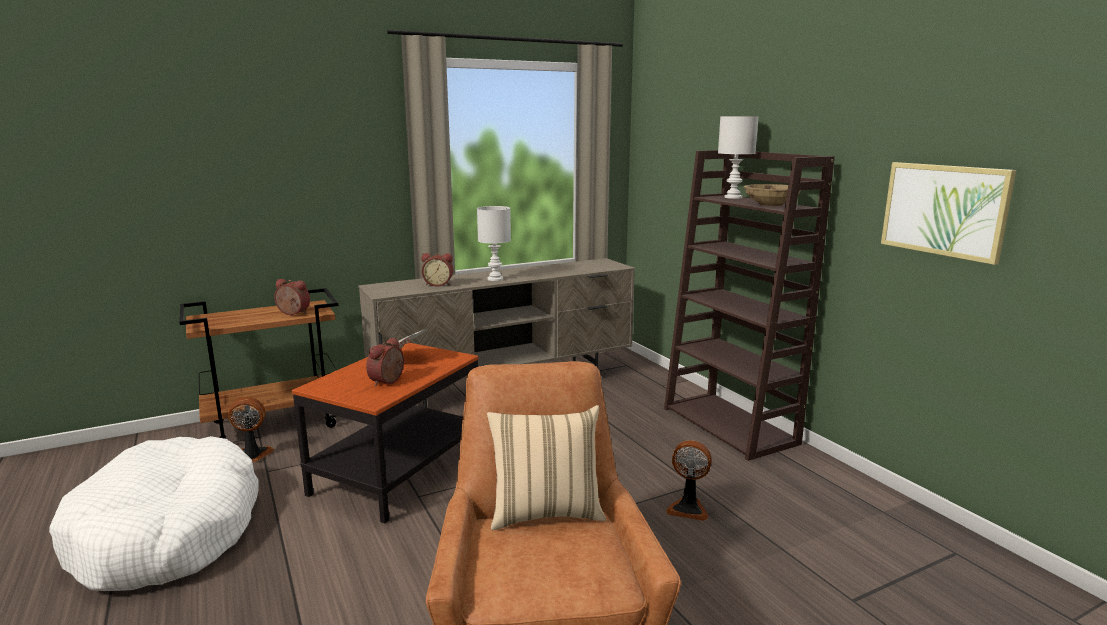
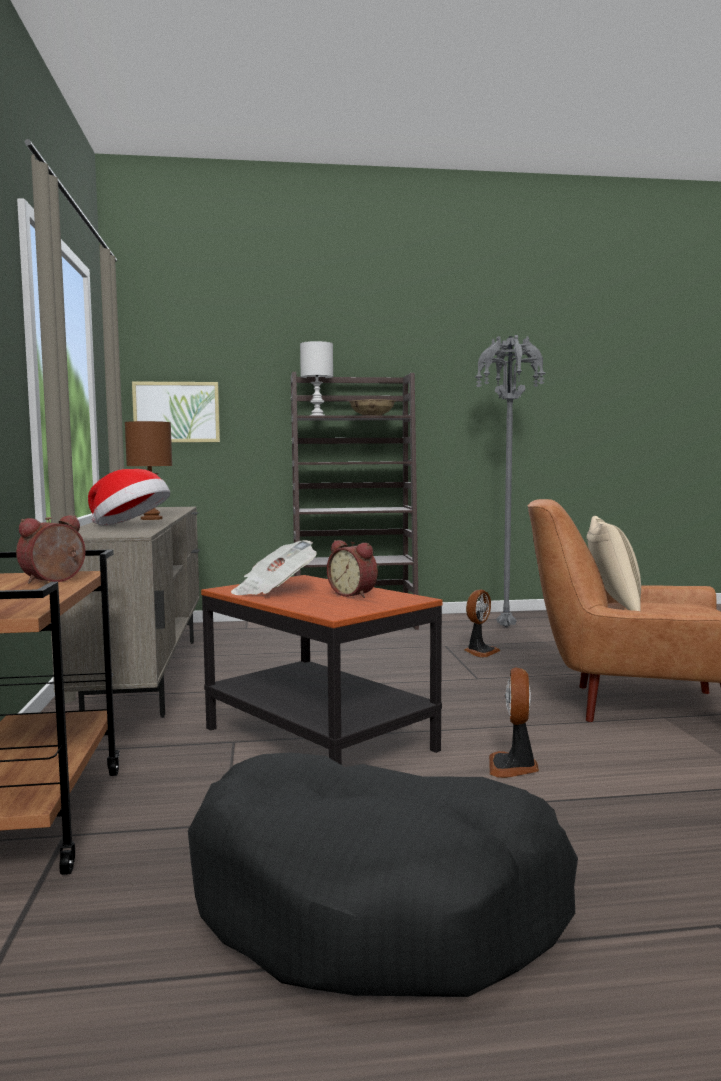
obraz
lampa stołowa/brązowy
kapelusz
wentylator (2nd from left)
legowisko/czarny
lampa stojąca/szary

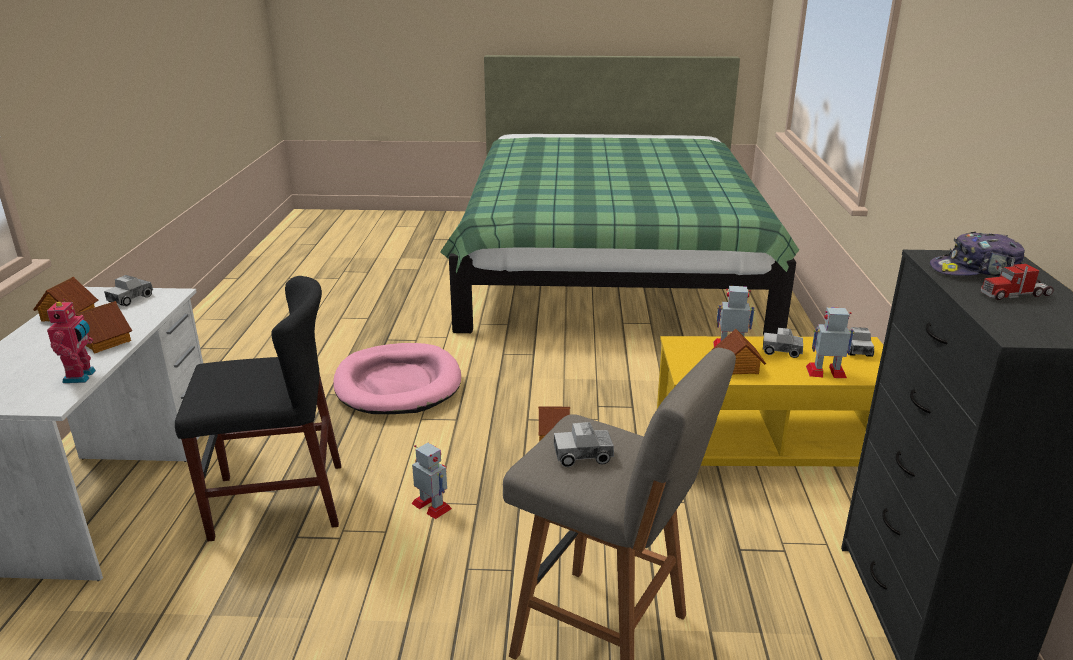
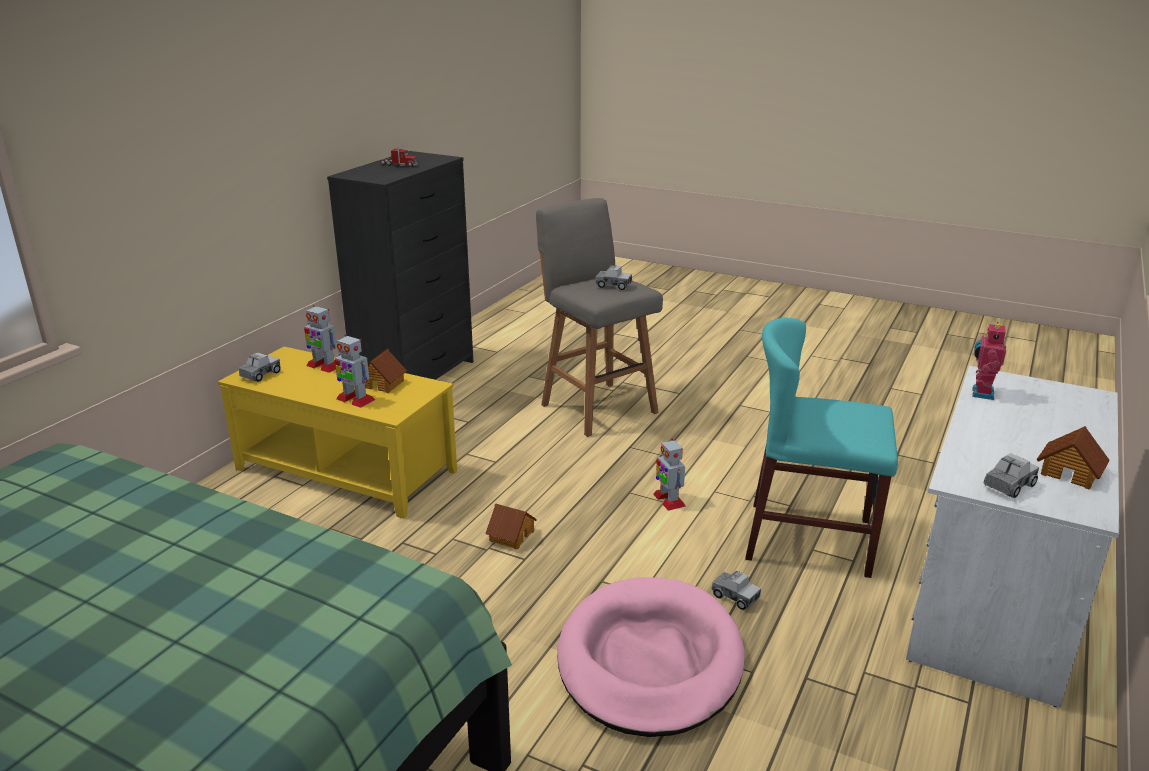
czapka z daszkiem
krzesło/turkusowy
domek (2nd from left in the first image)
ciężarówka zabawkowa (4th from left)

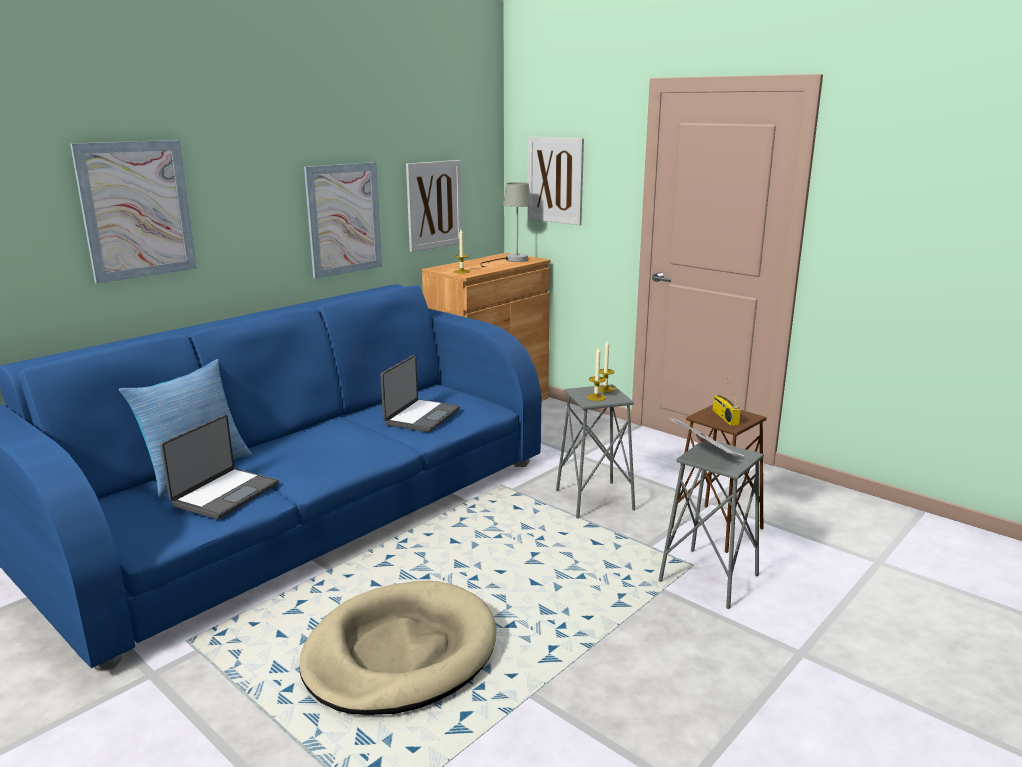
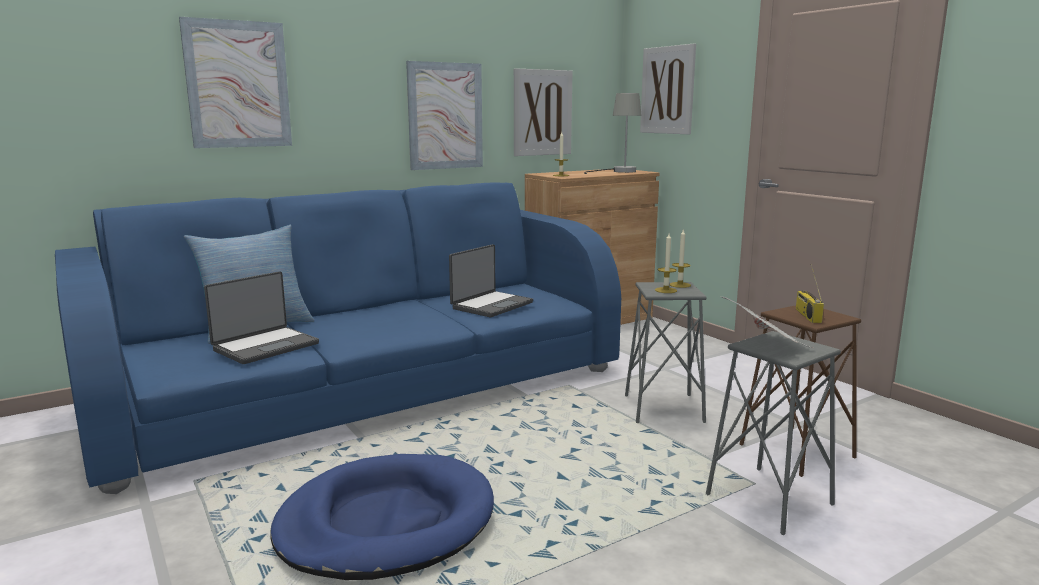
legowisko/niebieski

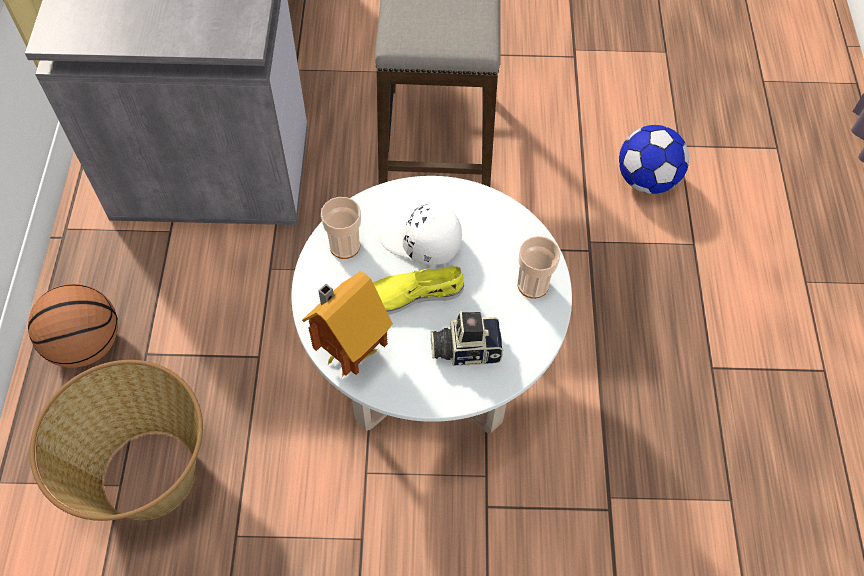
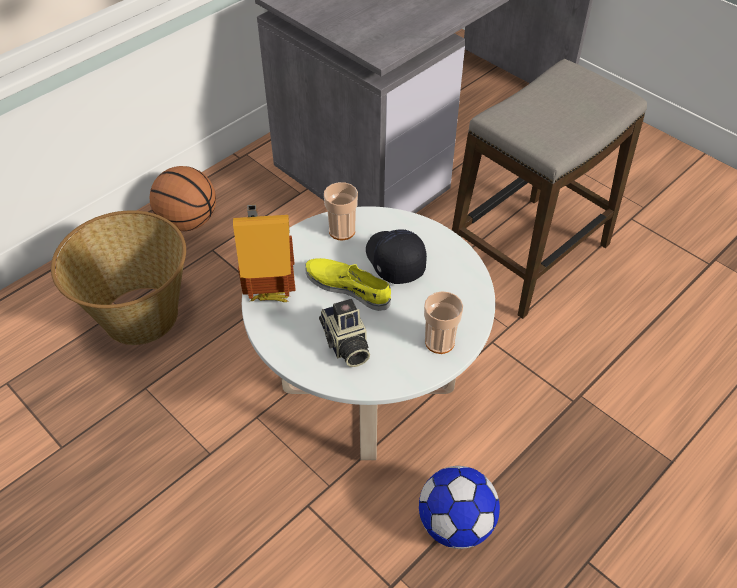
piłka futbolowa
czapka z daszkiem/czarny
aparat fotograficzny

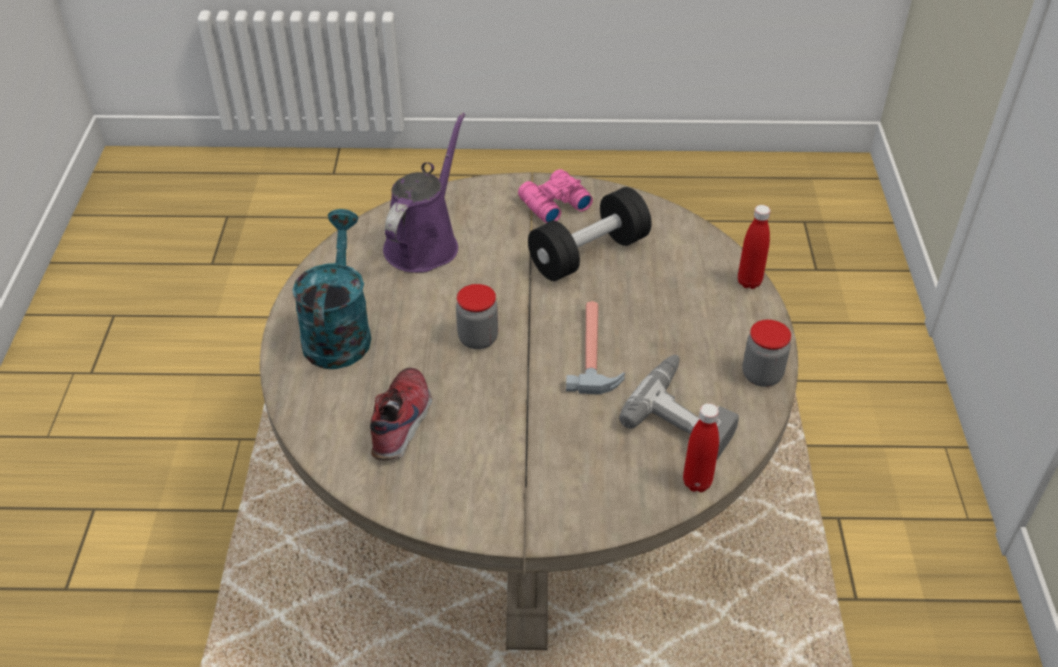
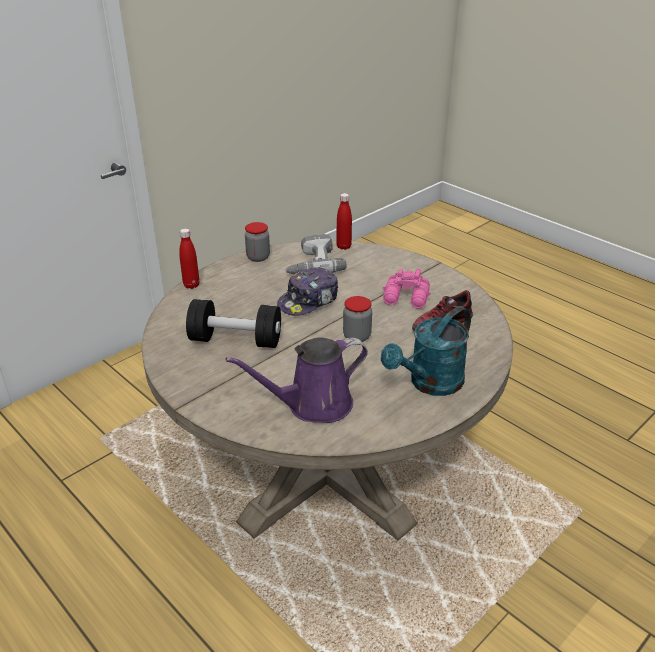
lornetka/różowy
czapka z daszkiem

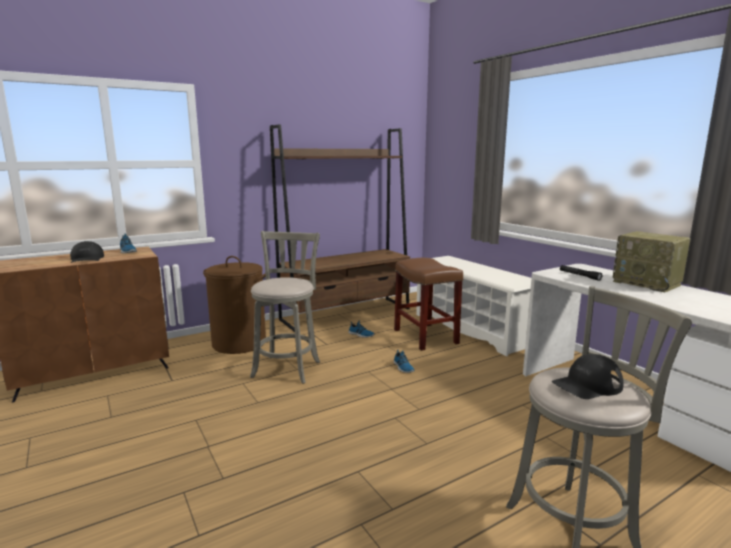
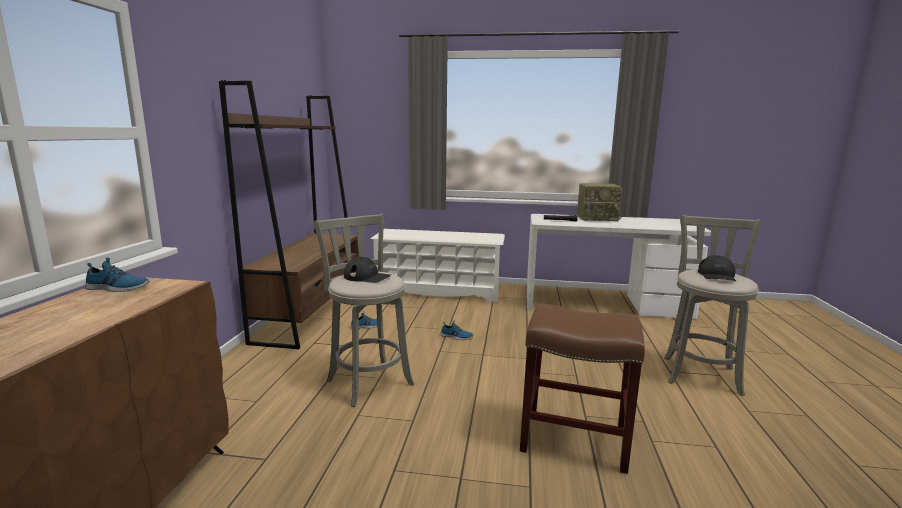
czapka z daszkiem/czarny (1st from left)
kosz na pranie/brązowy
stołek/brązowy

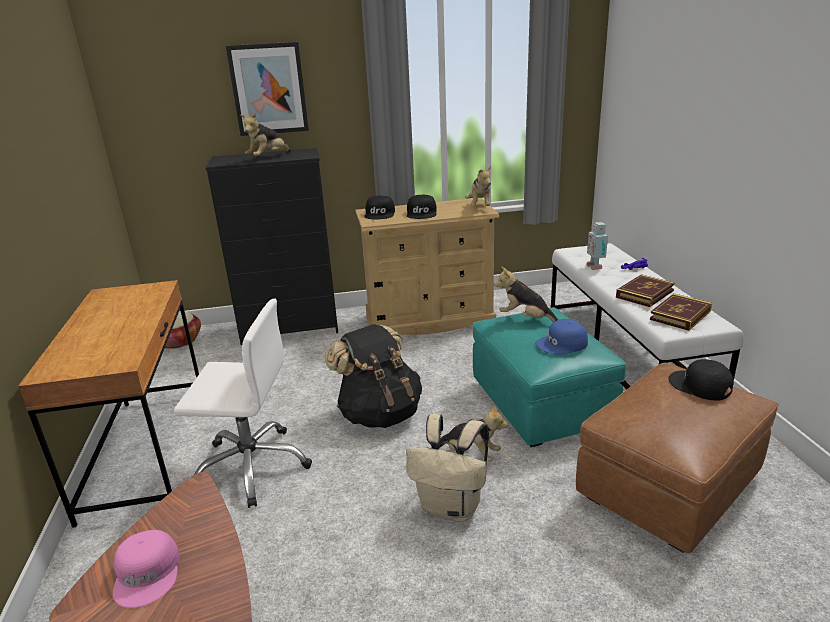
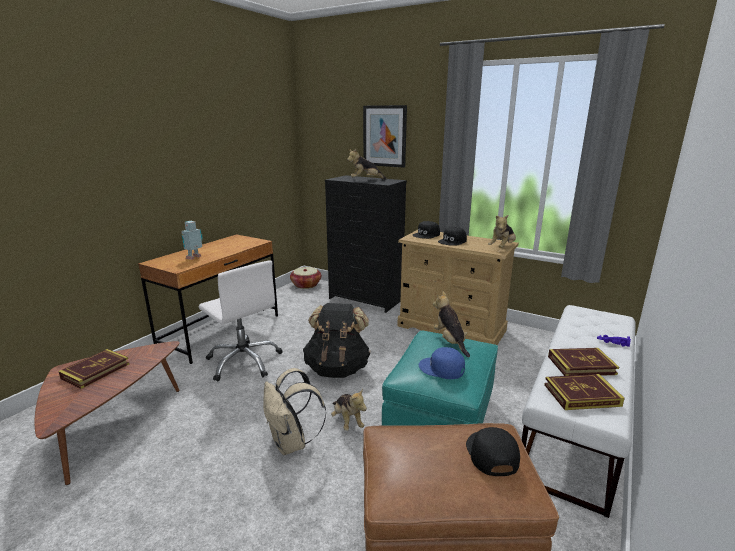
robot zabawkowy
książka (1st from left)

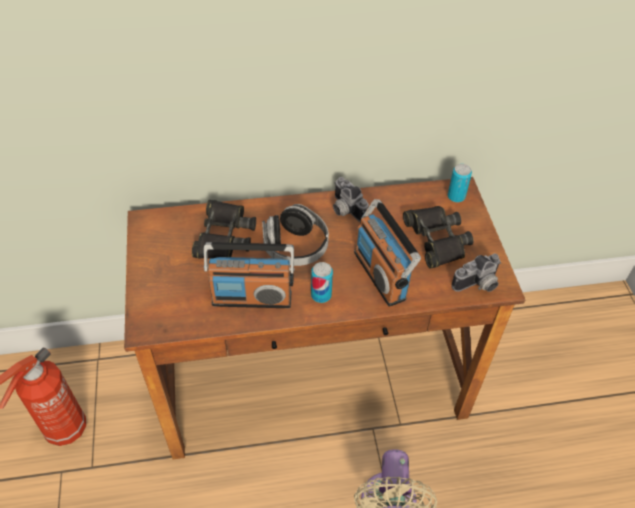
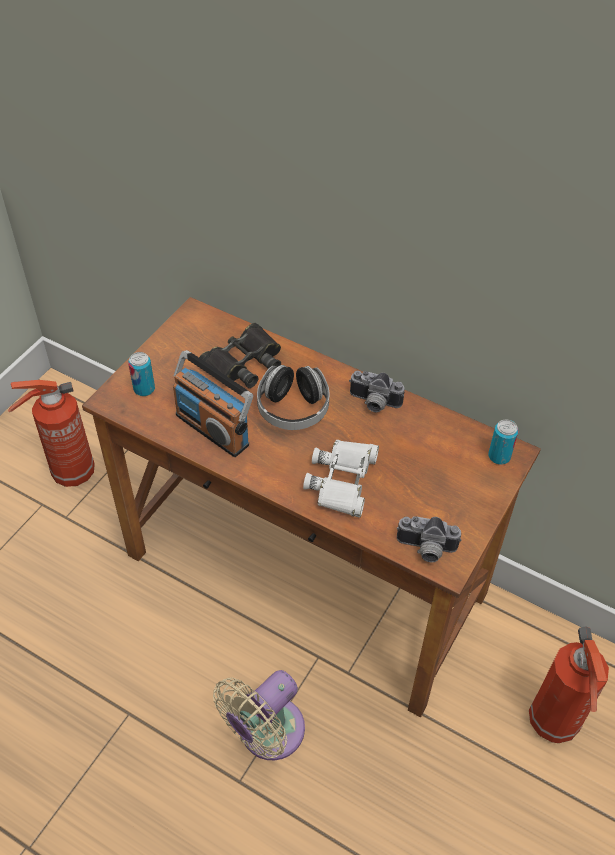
aparat fotograficzny (1st from left)
lornetka/biały
lornetka/czarny (2nd from left in the first image)
puszka (1st from left)
gaśnica (2nd from left)

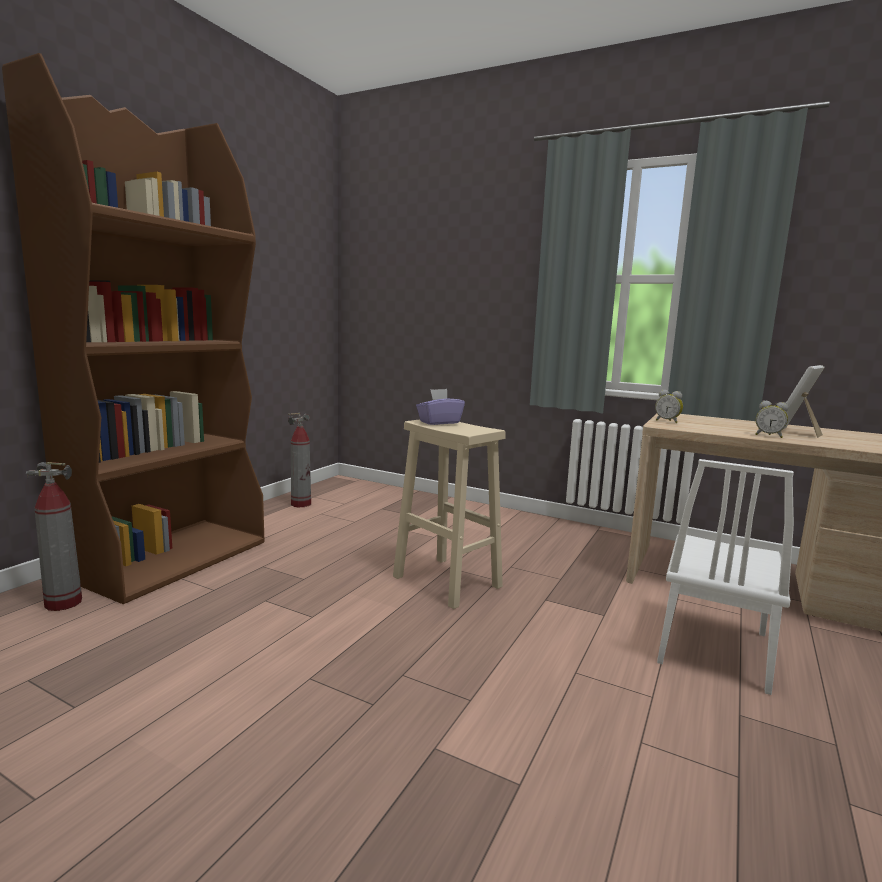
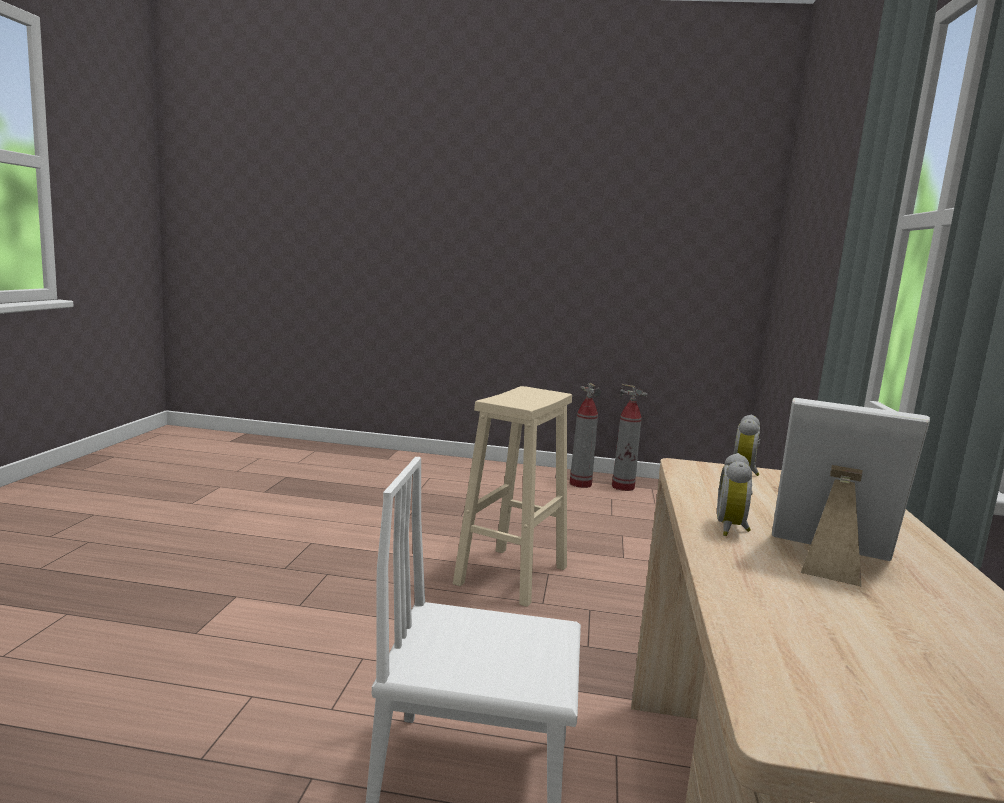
regał/brązowy
pudełko chusteczek/fioletowy
gaśnica (1st from left)

